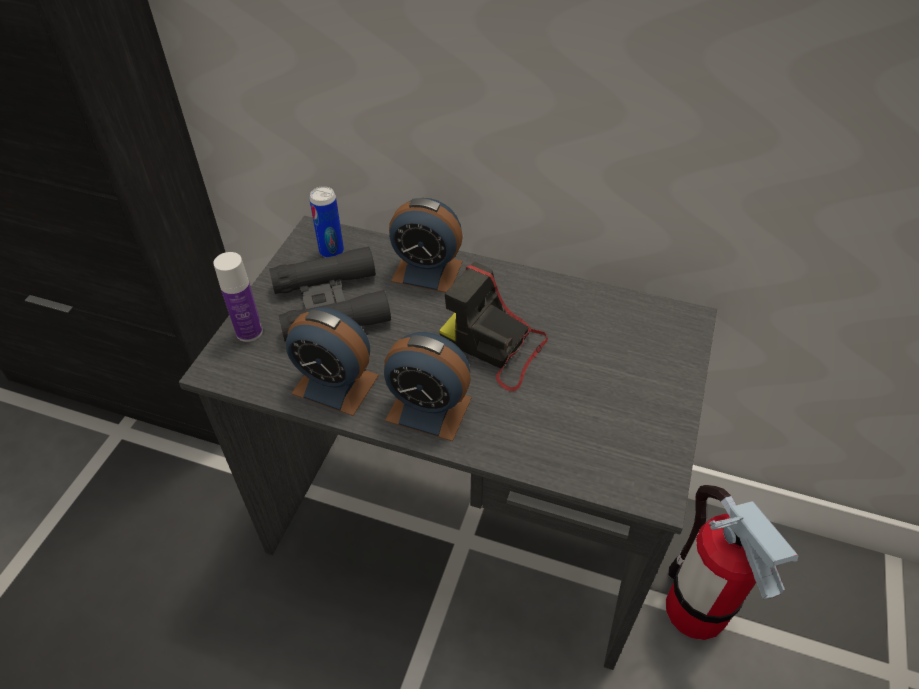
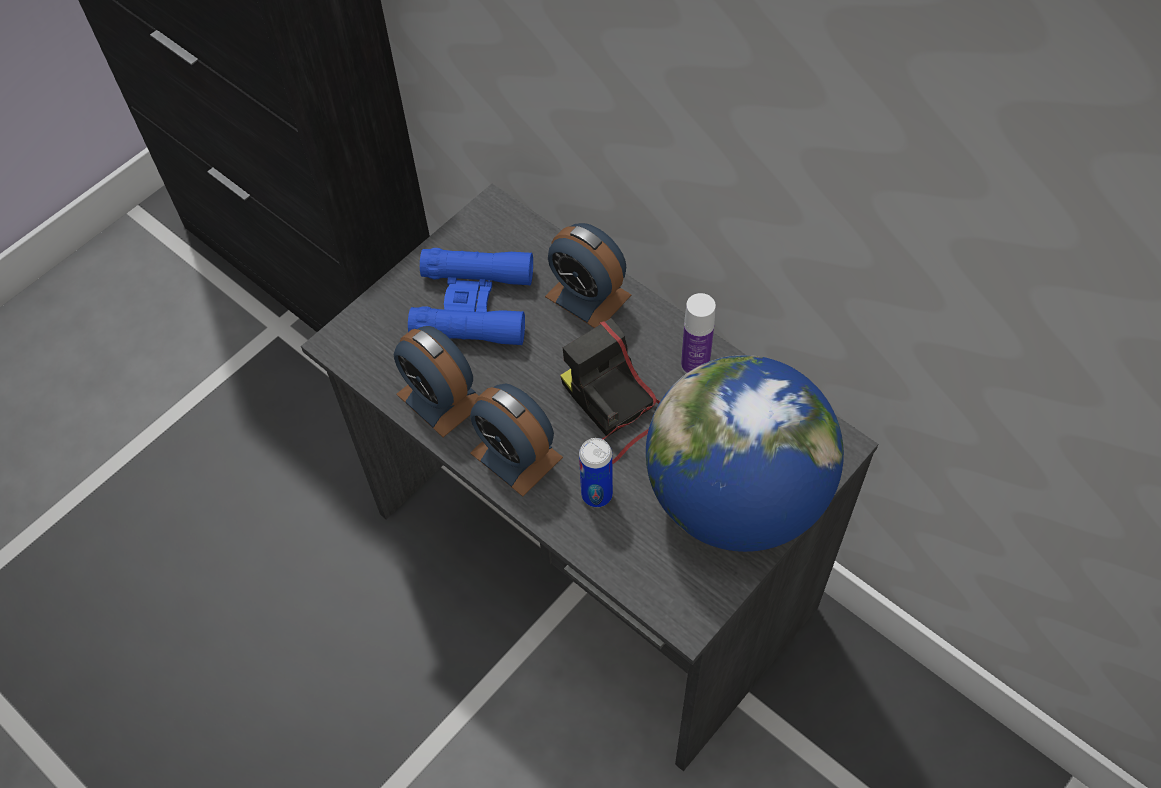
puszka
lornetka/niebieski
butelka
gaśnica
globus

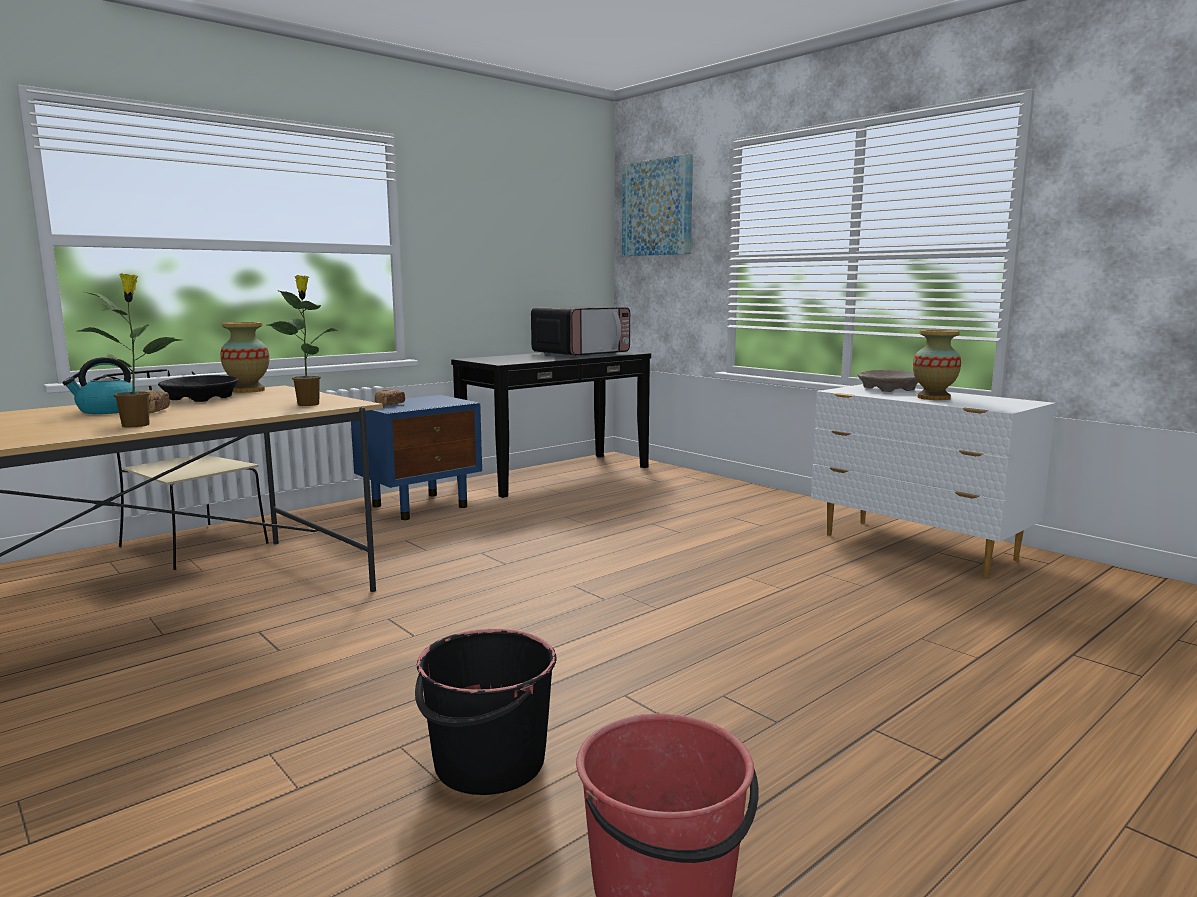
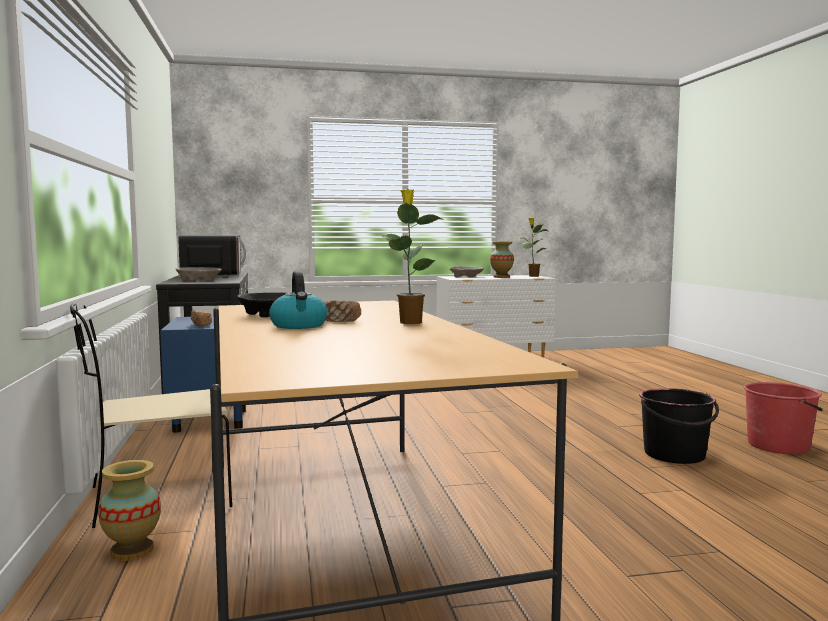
obraz
roślina doniczkowa (2nd from left)
wazon (1st from left)
miska/beżowy (1st from left)

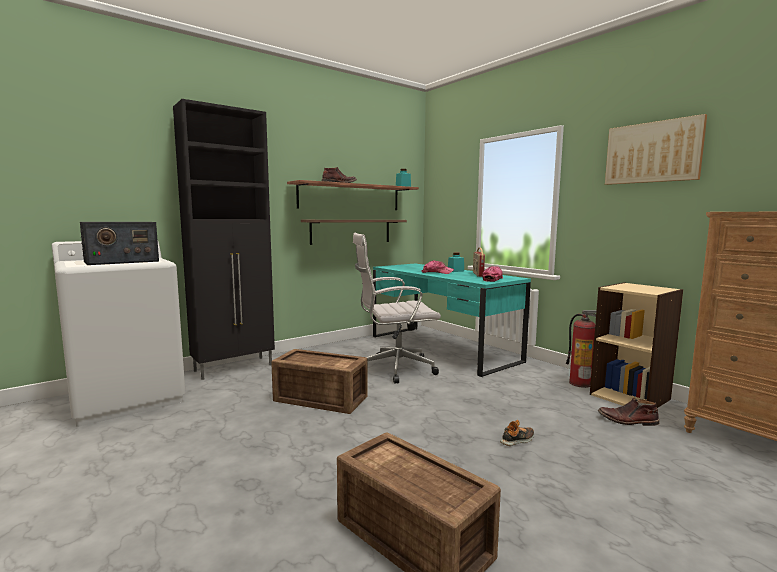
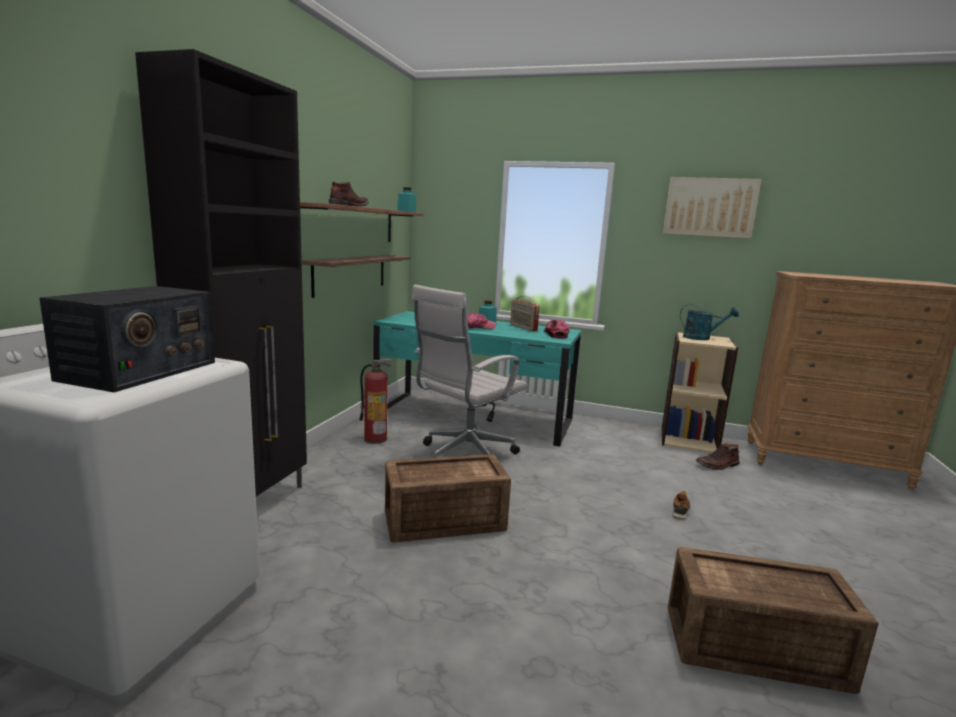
gaśnica
konewka/turkusowy

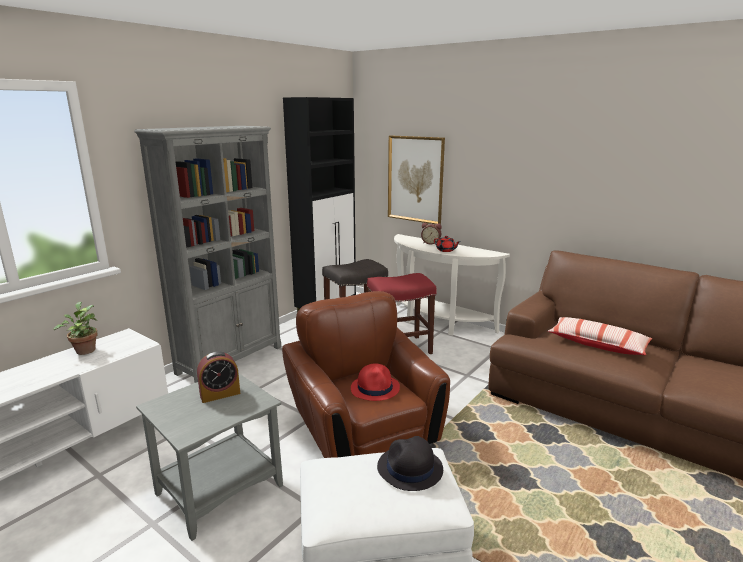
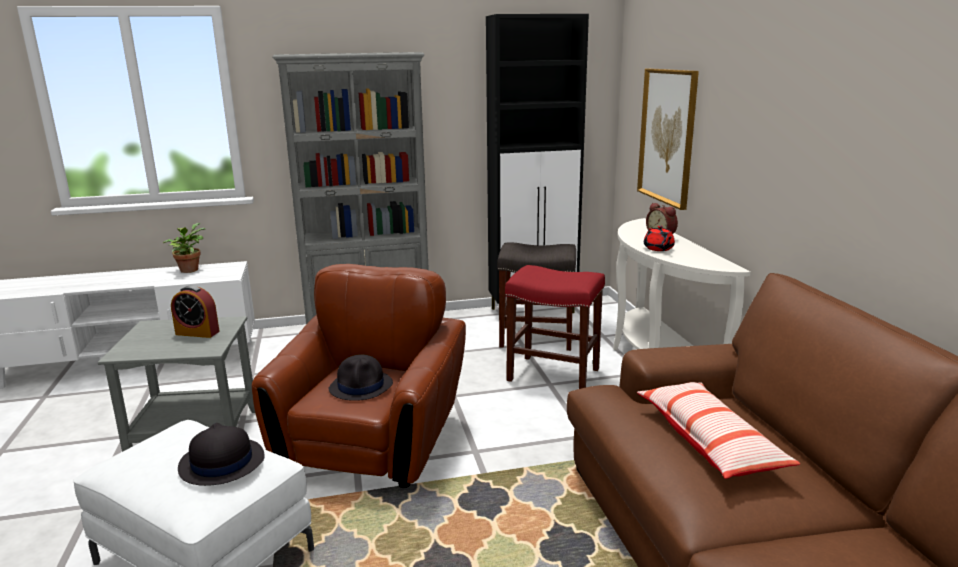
kapelusz/czarny (2nd from left)

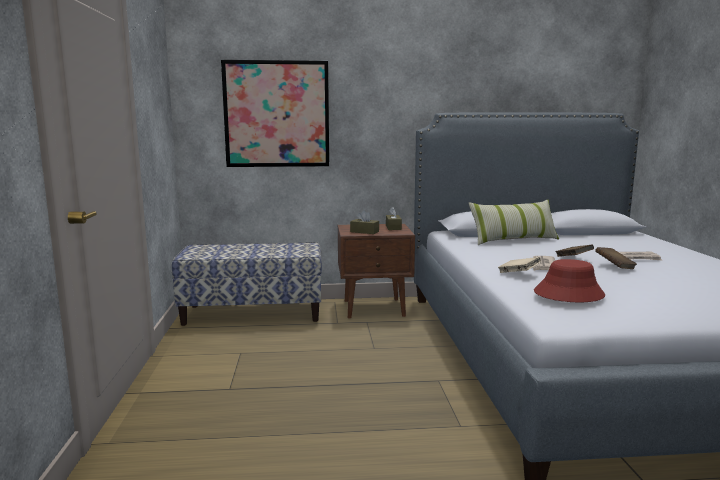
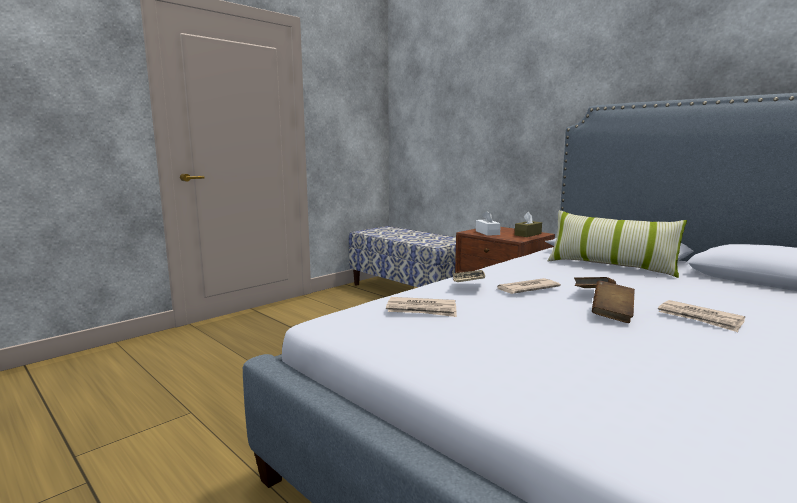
obraz
pudełko chusteczek/biały
gazeta (1st from left)

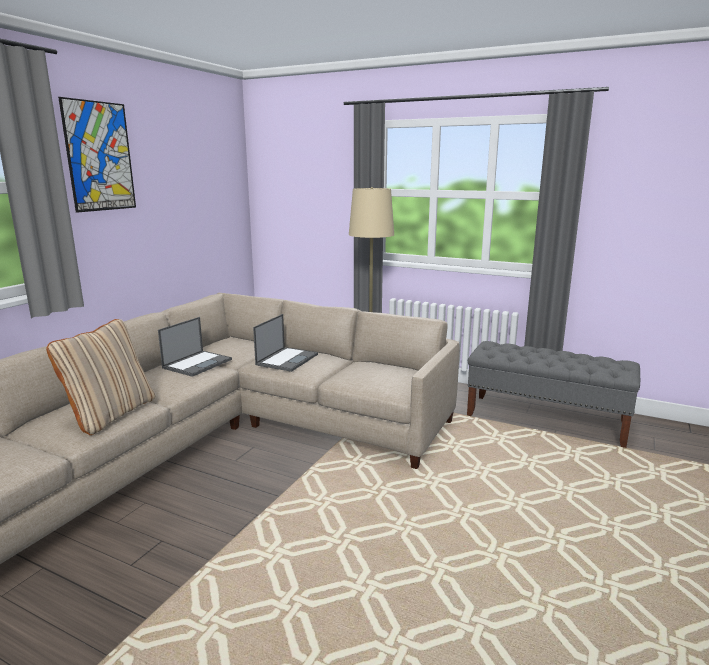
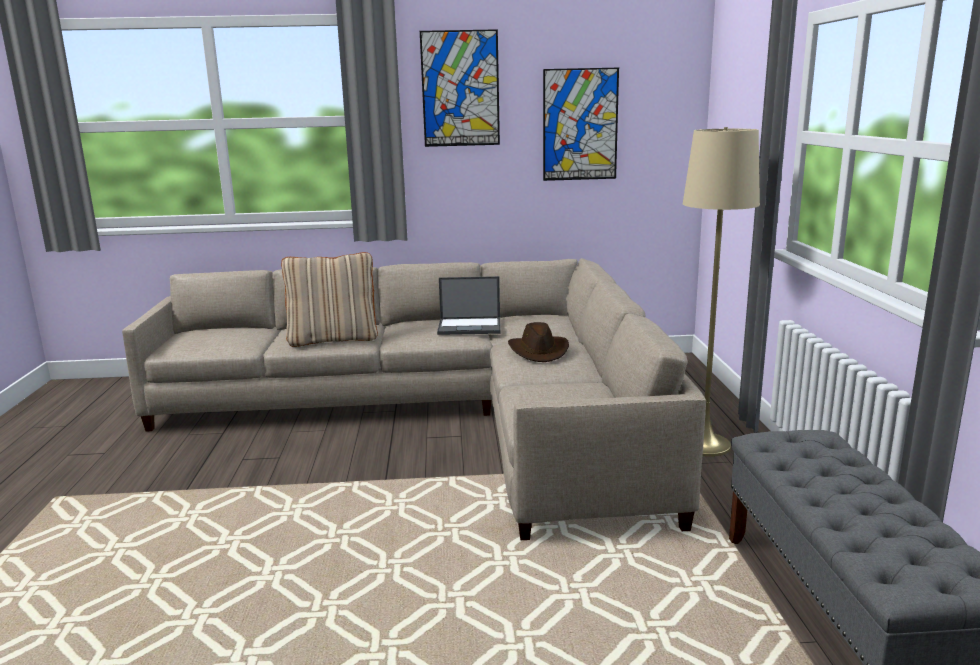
kapelusz/brązowy
obraz (2nd from left)

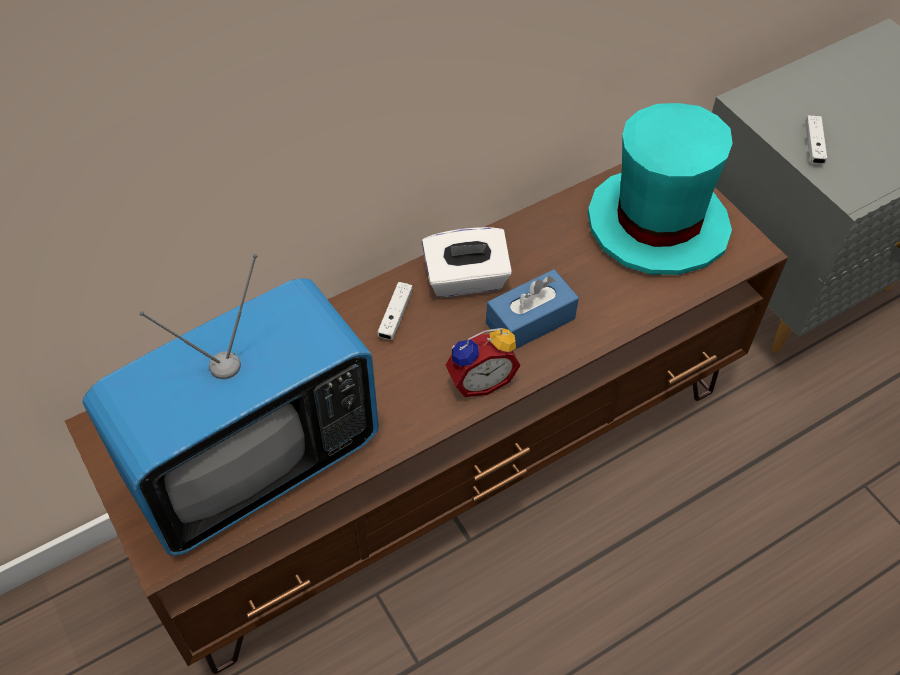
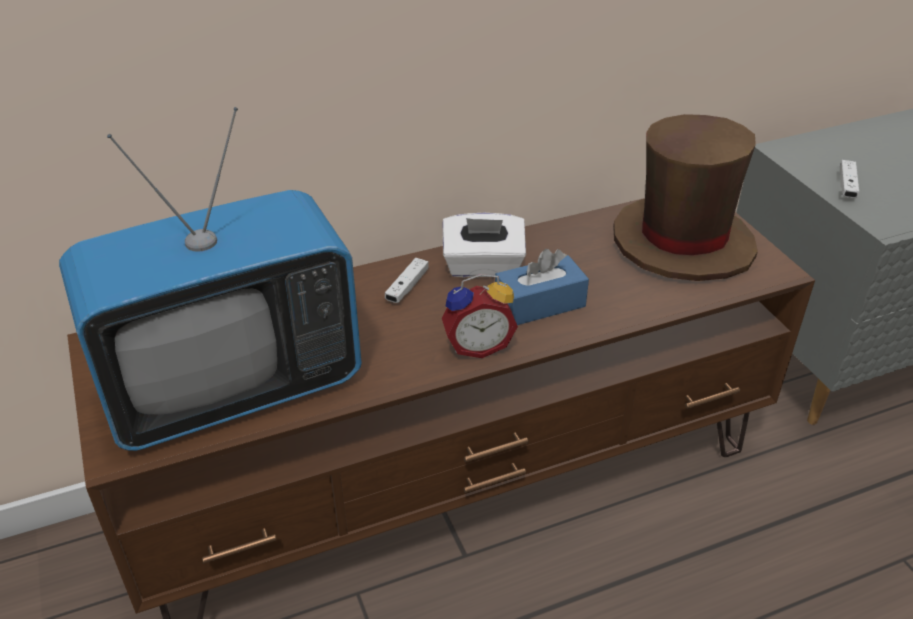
kapelusz/brązowy

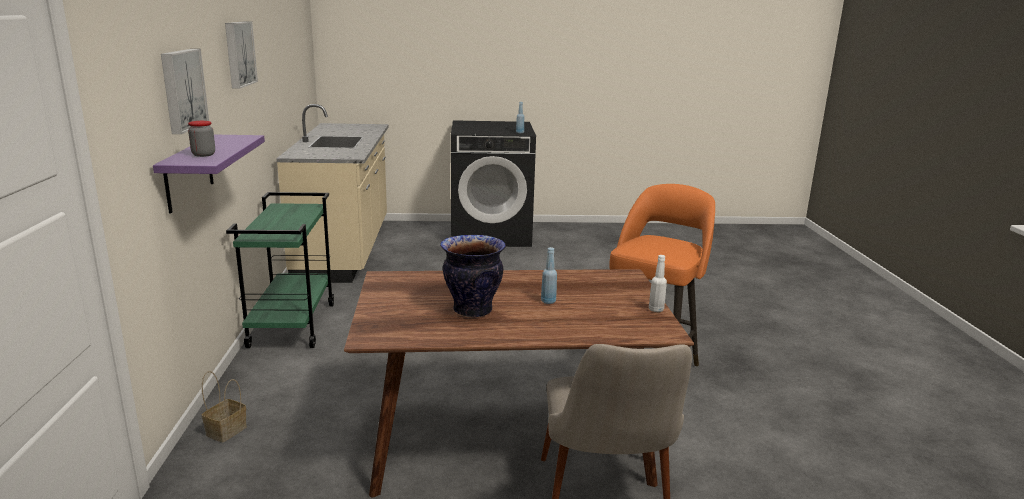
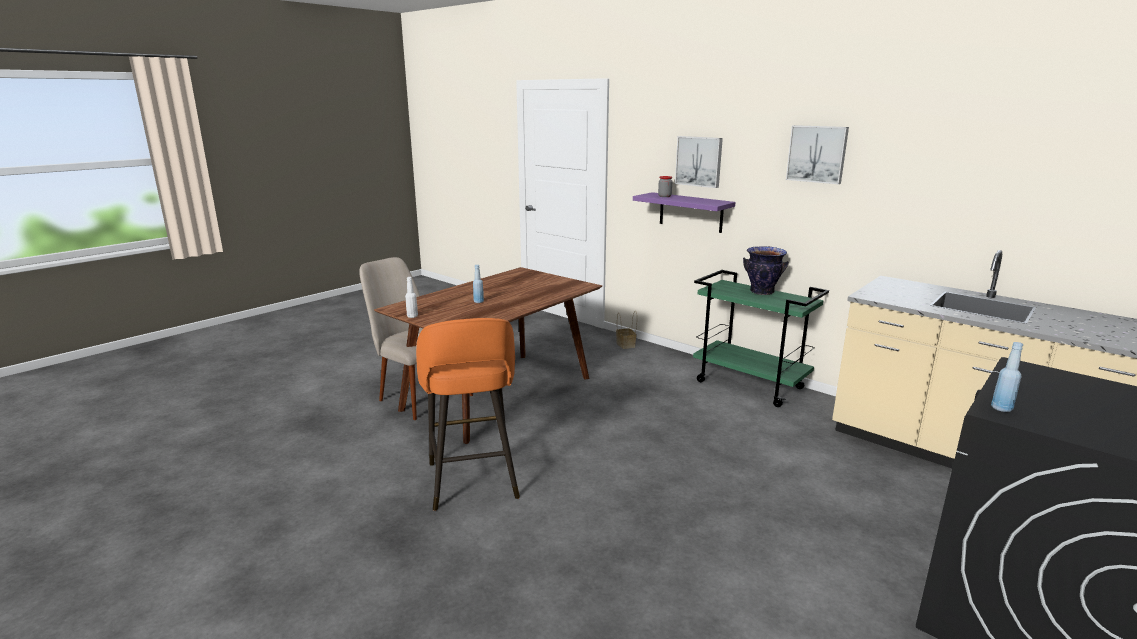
wazon

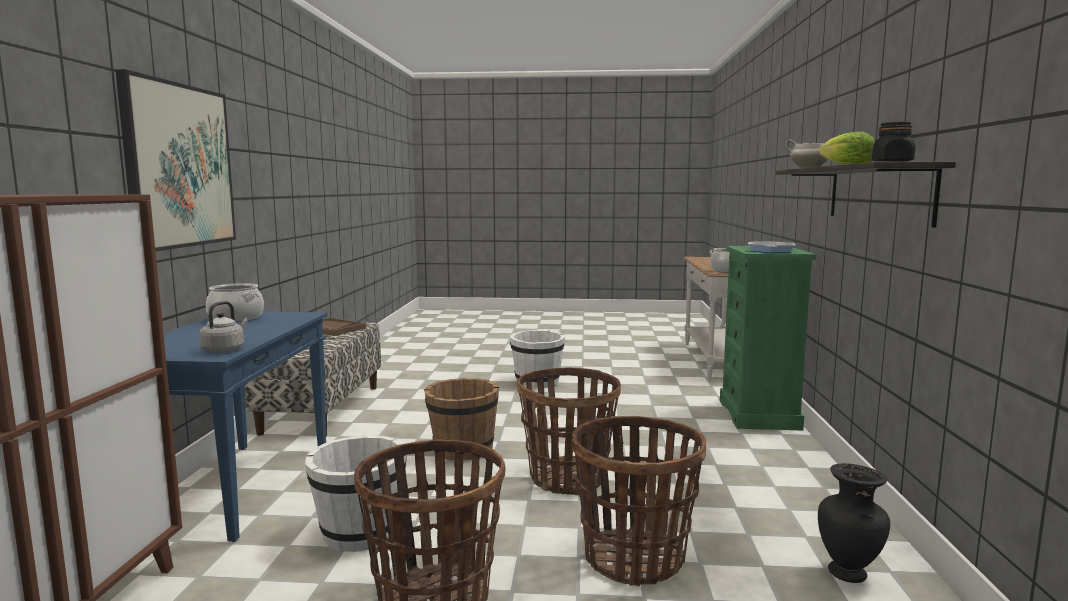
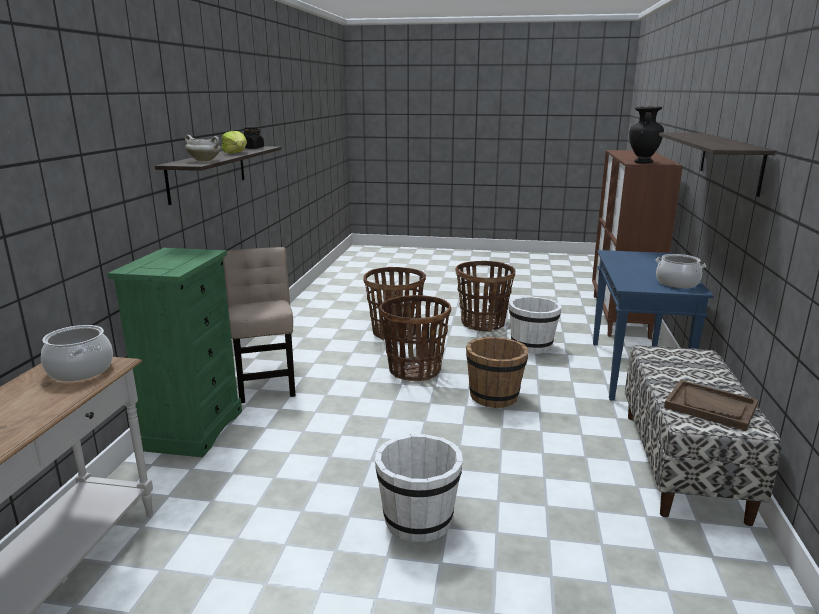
półka (2nd from left)
patelnia
czajnik/szary
wazon/czarny
krzesło/beżowy

